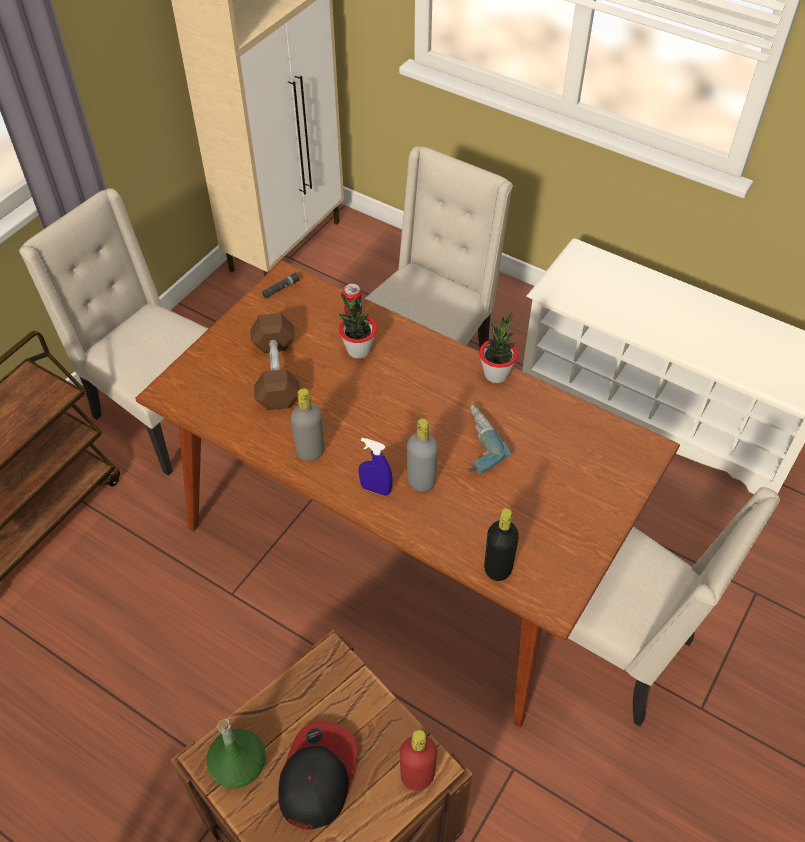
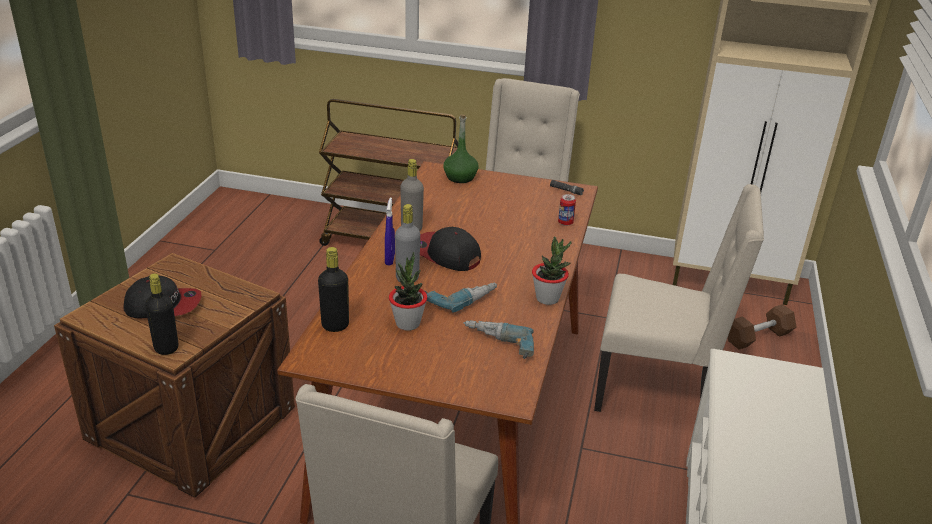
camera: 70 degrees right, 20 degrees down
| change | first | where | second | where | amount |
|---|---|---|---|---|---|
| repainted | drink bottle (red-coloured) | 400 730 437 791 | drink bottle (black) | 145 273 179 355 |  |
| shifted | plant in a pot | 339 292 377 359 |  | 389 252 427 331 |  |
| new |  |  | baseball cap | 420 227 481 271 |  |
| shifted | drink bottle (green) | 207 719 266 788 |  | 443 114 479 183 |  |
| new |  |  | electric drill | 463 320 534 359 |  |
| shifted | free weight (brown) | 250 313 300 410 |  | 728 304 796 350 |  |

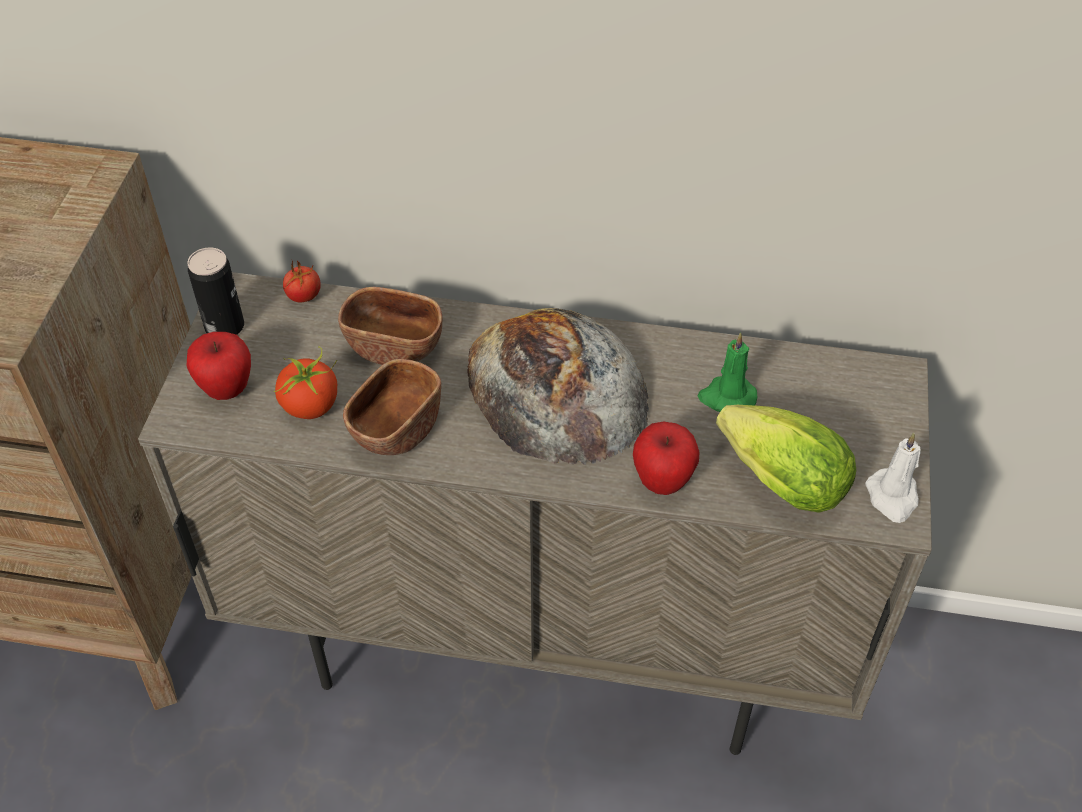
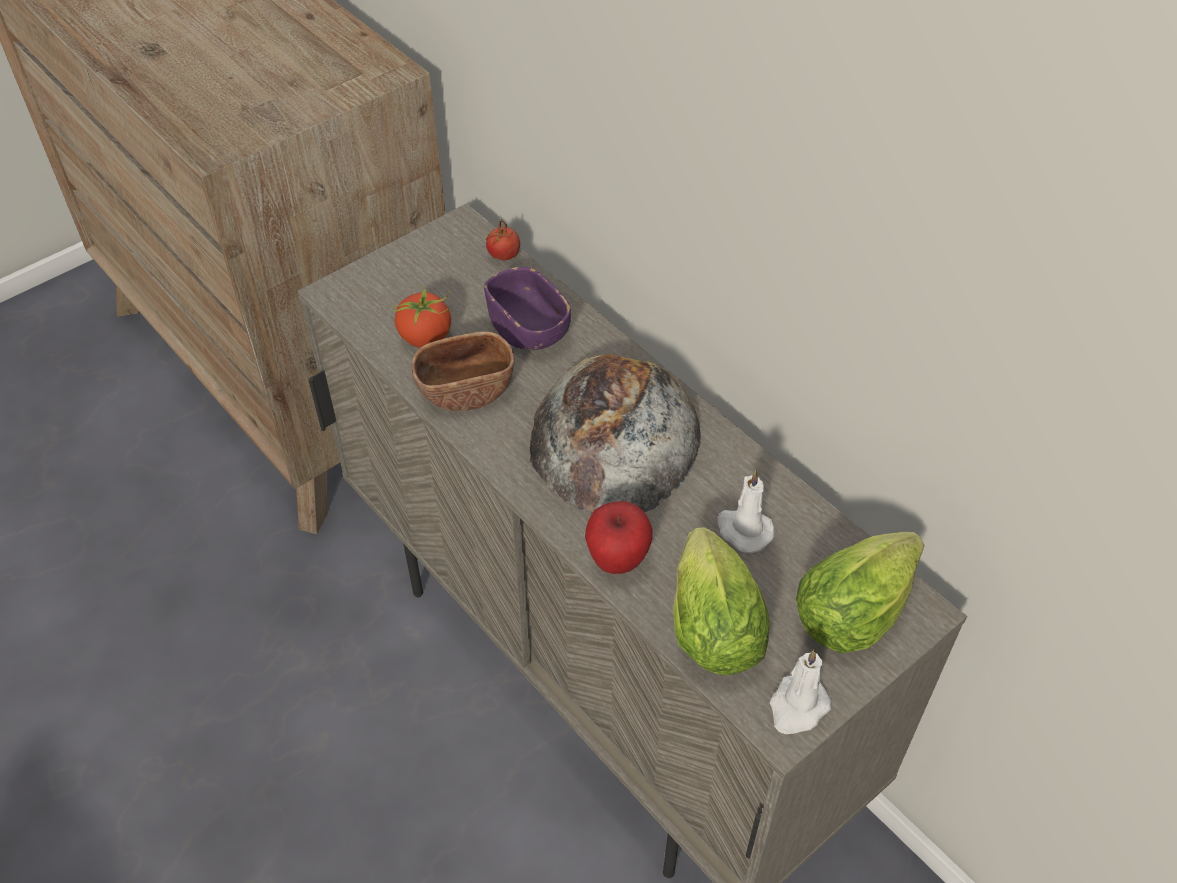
camera: 40 degrees right, 0 degrees up
| change | first | where | second | where | amount |
|---|---|---|---|---|---|
| repainted | serving bowl (brown) | 338 287 442 365 | serving bowl (purple) | 484 267 571 350 |  |
| repainted | candle (green) | 698 332 757 412 | candle (whitish) | 717 470 774 553 |  |
| new |  |  | head of lettuce | 796 532 925 653 |  |
| gone | sealed can | 187 247 244 335 |  |  |  |
| gone | apple fruit | 187 332 251 400 |  |  |  |

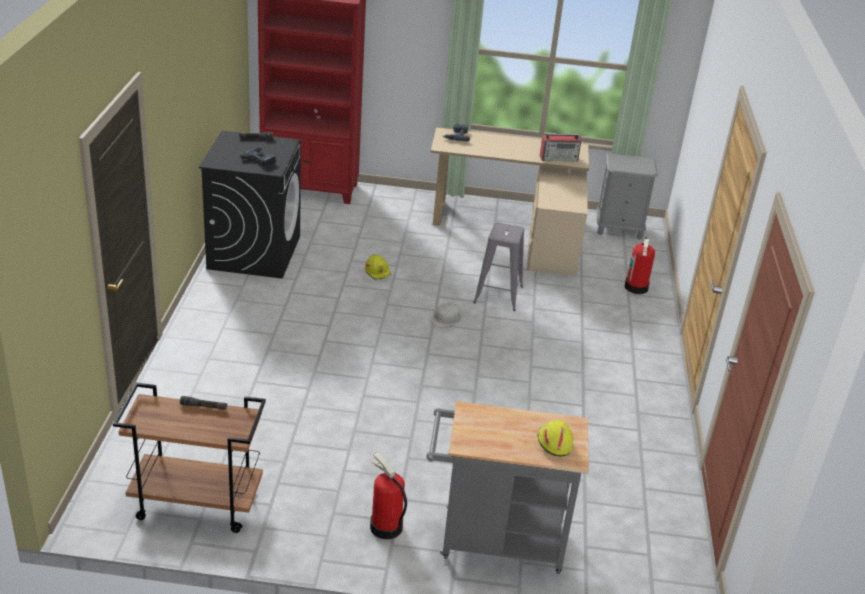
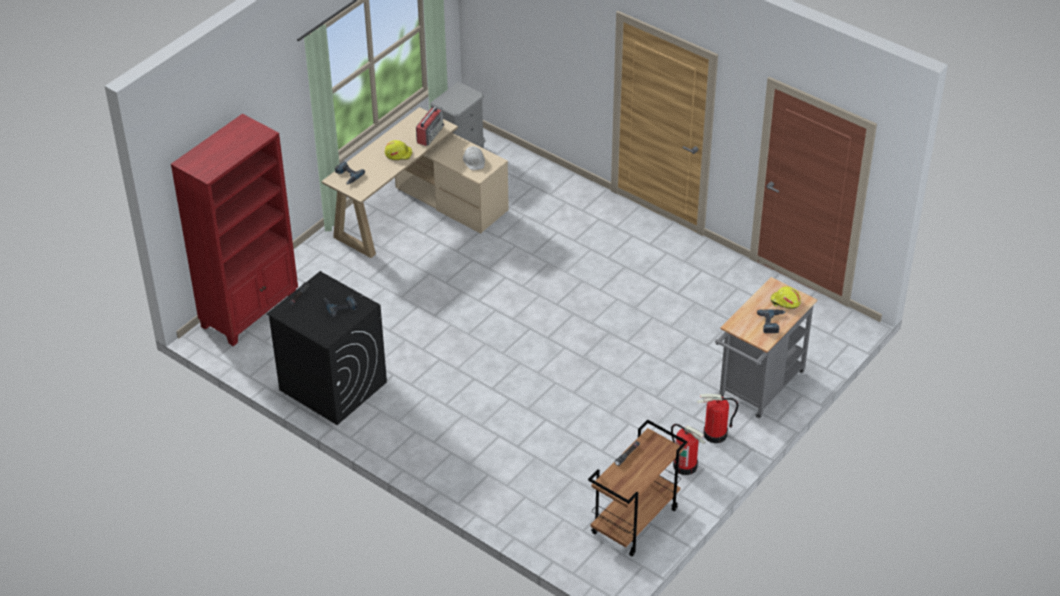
camera: 55 degrees left, 10 degrees up
| change | first | where | second | where | amount |
|---|---|---|---|---|---|
| shifted | hard hat (yellowish) | 365 255 391 280 |  | 385 140 412 160 |  |
| shifted | hard hat (whitish) | 430 302 461 328 |  | 463 146 485 170 |  |
| shifted | fire-fighting cylinder | 624 238 655 294 |  | 671 424 705 475 |  |
| new |  |  | electric drill | 757 309 786 333 |  |
| gone | stool seat (gray) | 473 222 524 311 |  |  |  |

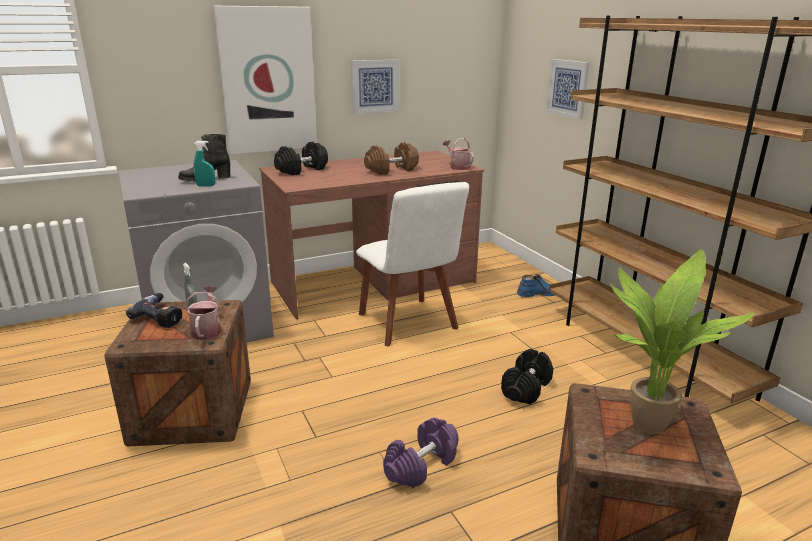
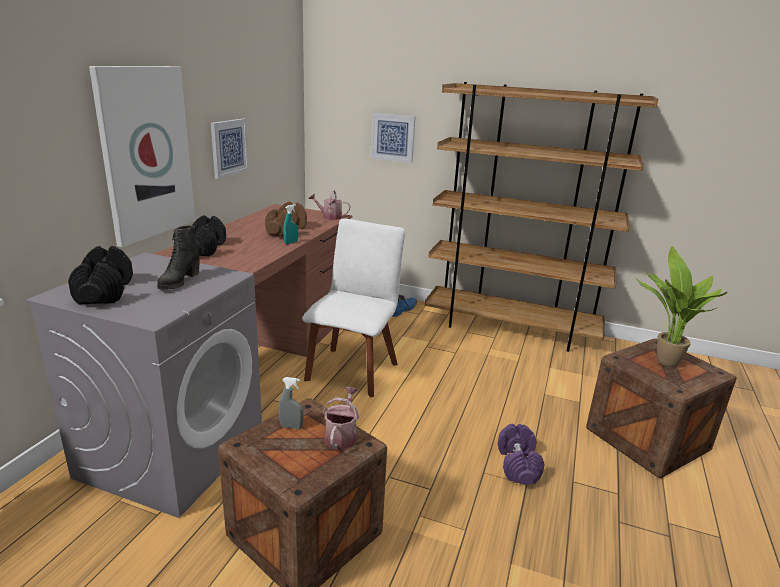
camera: 45 degrees left, 0 degrees up
| change | first | where | second | where | amount |
|---|---|---|---|---|---|
| shifted | free weight (black) | 501 349 553 405 |  | 68 246 133 305 |  |
| shifted | sprayer (blue-green) | 194 141 215 186 |  | 283 204 298 244 |  |
| rotated | upright chair (whitish) | 356 182 469 347 |  | 302 219 405 397 | 90 degrees counterclockwise |
| rotated | watering can | 185 286 222 340 |  | 323 387 359 450 | 60 degrees clockwise |
| gone | electric drill | 126 293 182 328 |  |  |  |

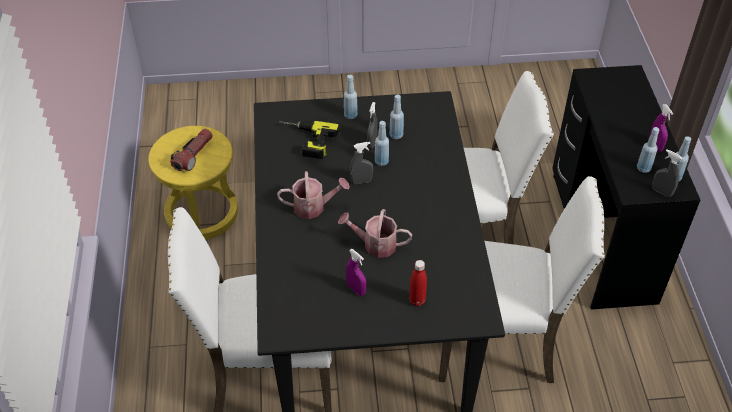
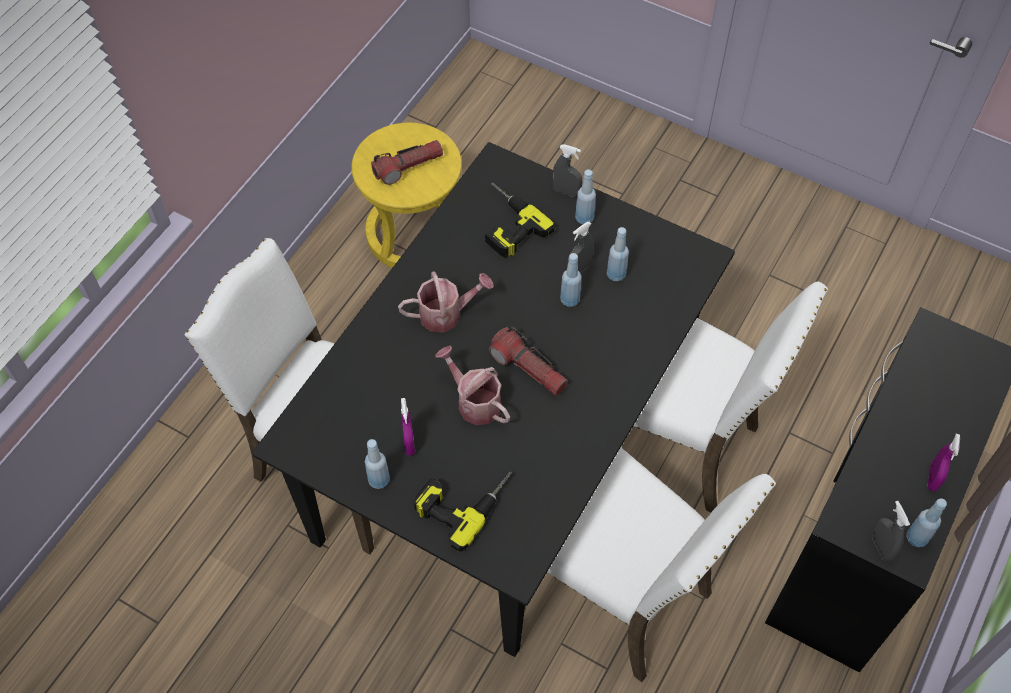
camera: 35 degrees right, 10 degrees up
| change | first | where | second | where | amount |
|---|---|---|---|---|---|
| shifted | drink bottle (bluish) | 637 127 659 173 |  | 365 439 390 489 |  |
| rotated | watering can | 277 171 350 219 |  | 398 271 494 332 | 45 degrees counterclockwise |
| swapped | drink bottle (red-coloured) | 409 260 427 306 | electric drill | 414 472 512 552 |  |
| new |  |  | flashlight | 489 326 568 396 |  |
| shifted | sprayer (gray) | 350 142 373 184 |  | 552 144 582 197 |  |

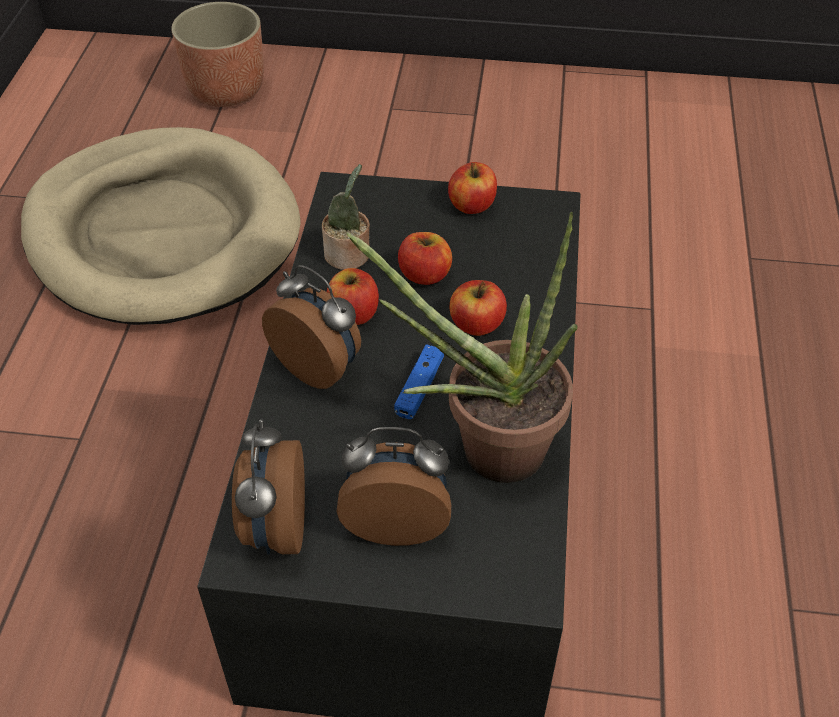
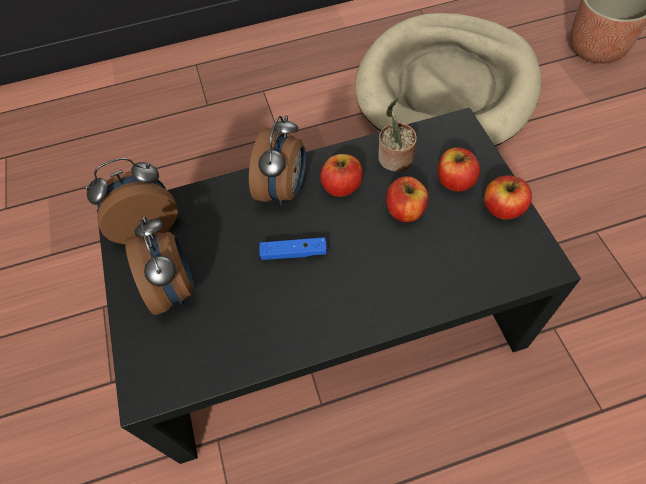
camera: 70 degrees right, 10 degrees up
| change | first | where | second | where | amount |
|---|---|---|---|---|---|
| shifted | apple fruit | 450 280 507 336 |  | 438 147 480 192 |  |
| gone | plant in a pot | 346 212 578 483 |  |  |  |

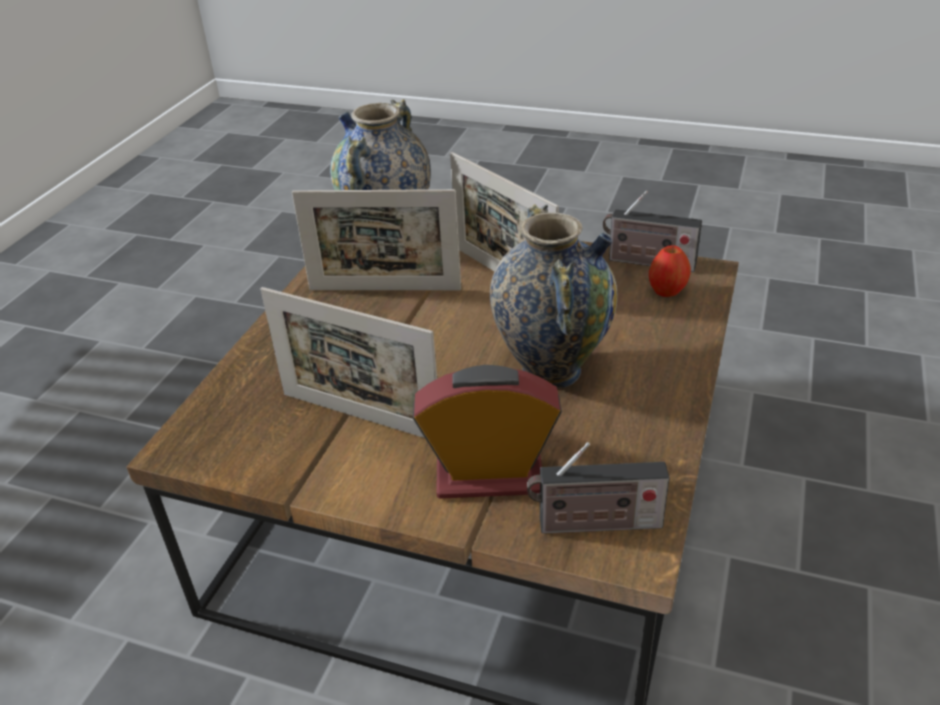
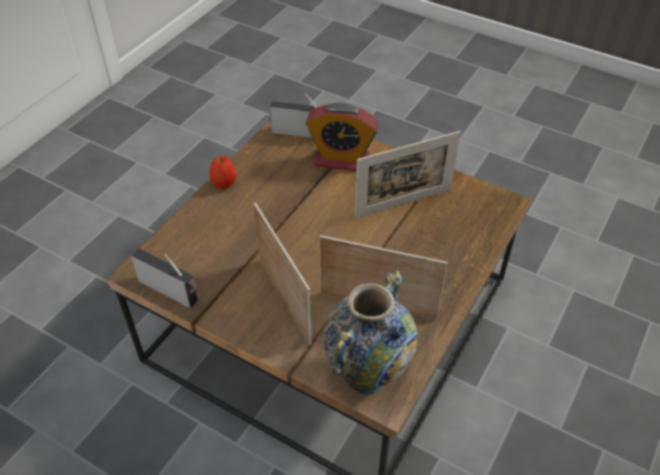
camera: 170 degrees left, 10 degrees up
| change | first | where | second | where | amount |
|---|---|---|---|---|---|
| shifted | apple fruit | 649 245 691 297 |  | 209 156 237 189 |  |
| rotated | standing frame | 260 287 437 438 |  | 355 131 461 218 | 120 degrees clockwise |
| gone | flower vase | 490 204 618 388 |  |  |  |

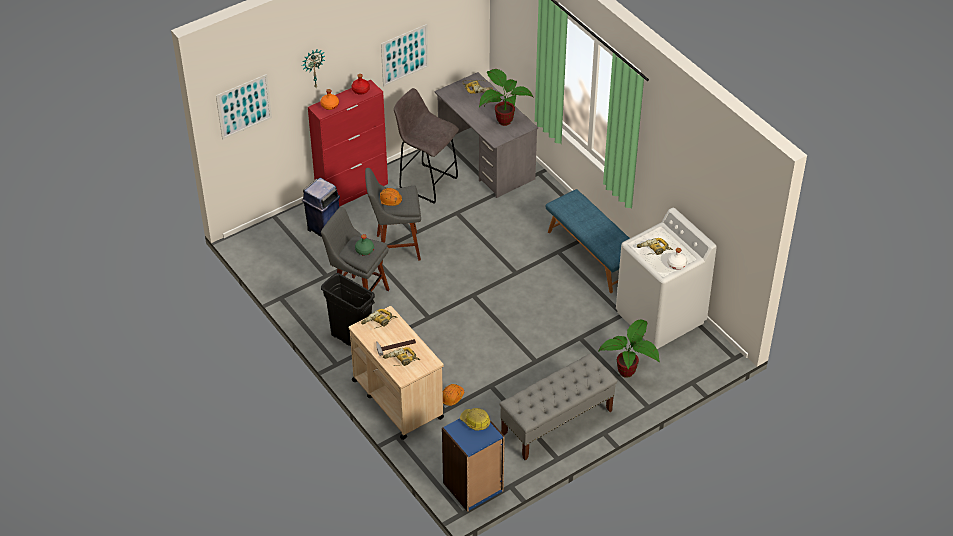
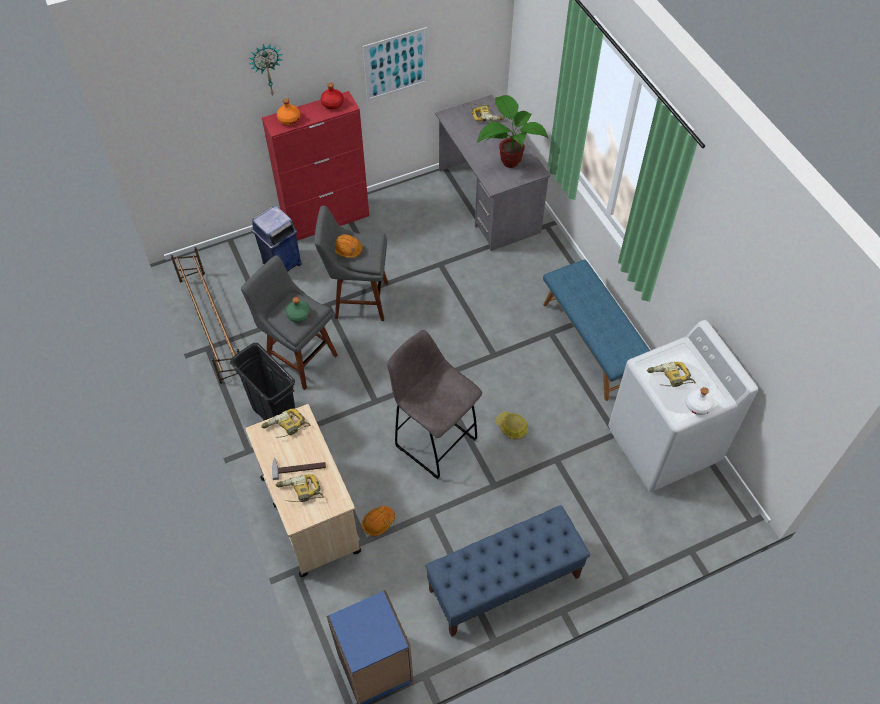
camera: 10 degrees right, 10 degrees up
| change | first | where | second | where | amount |
|---|---|---|---|---|---|
| new |  |  | shoe stand (brown) | 171 247 240 384 |  |
| shifted | stool seat (gray) | 394 88 459 204 |  | 387 330 482 479 |  |
| repainted | bench (gray) | 499 353 617 460 | bench (bluish) | 425 505 590 637 |  |
| shifted | hard hat | 460 408 490 431 |  | 495 411 528 439 |  |
| gone | wall picture | 216 74 272 139 |  |  |  |
| gone | plant in a pot | 599 319 660 378 |  |  |  |

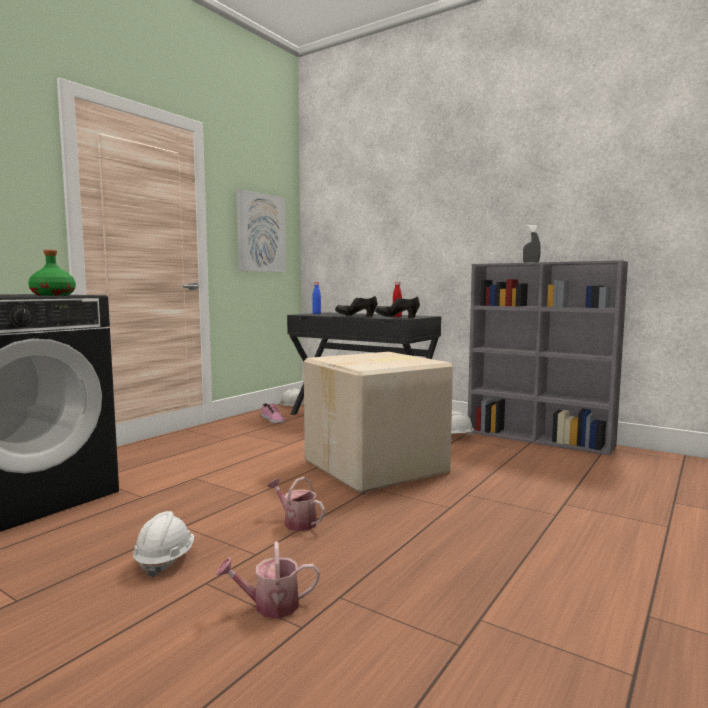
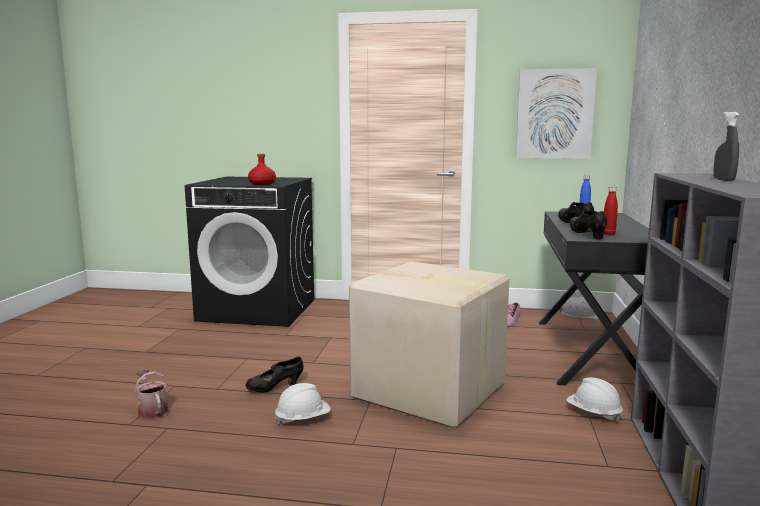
camera: 65 degrees right, 5 degrees up
| change | first | where | second | where | amount |
|---|---|---|---|---|---|
| swapped | watering can | 268 477 325 531 | item of footwear (black) | 245 357 304 392 |  |
| repainted | drink bottle (green) | 28 250 76 295 | drink bottle (red-coloured) | 248 154 276 185 |  |
| shifted | hard hat (whitish) | 133 511 194 578 |  | 275 383 331 425 |  |

